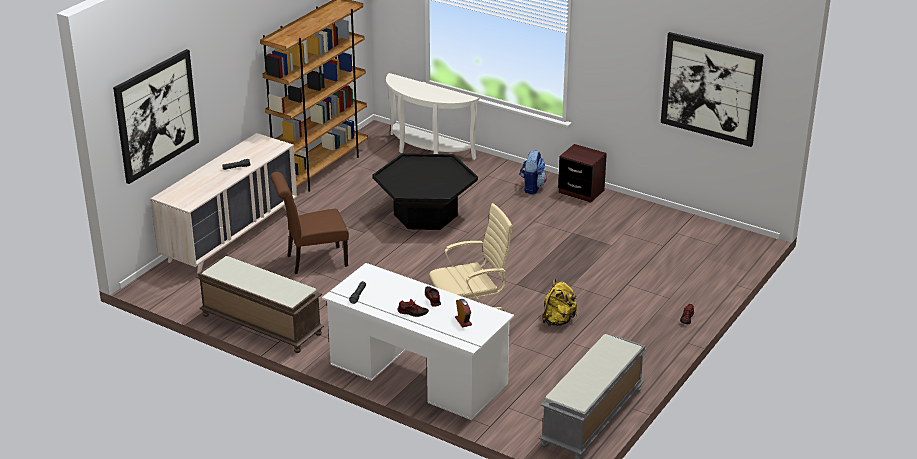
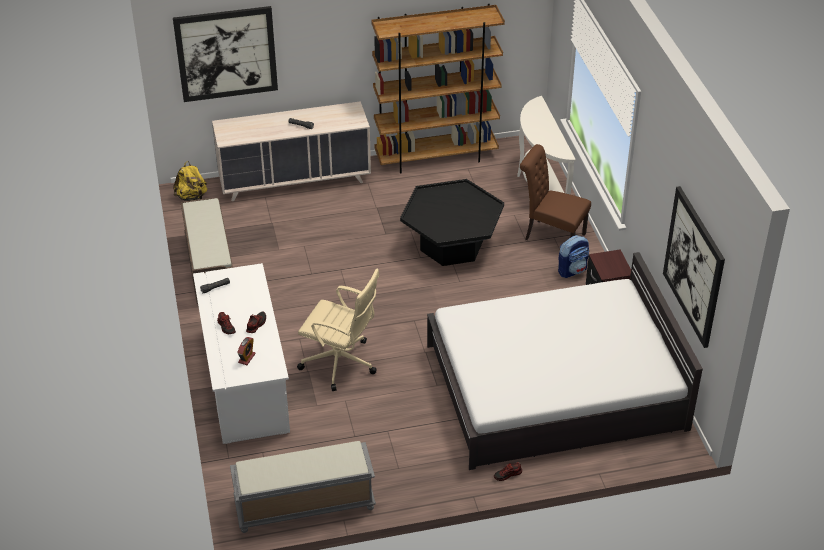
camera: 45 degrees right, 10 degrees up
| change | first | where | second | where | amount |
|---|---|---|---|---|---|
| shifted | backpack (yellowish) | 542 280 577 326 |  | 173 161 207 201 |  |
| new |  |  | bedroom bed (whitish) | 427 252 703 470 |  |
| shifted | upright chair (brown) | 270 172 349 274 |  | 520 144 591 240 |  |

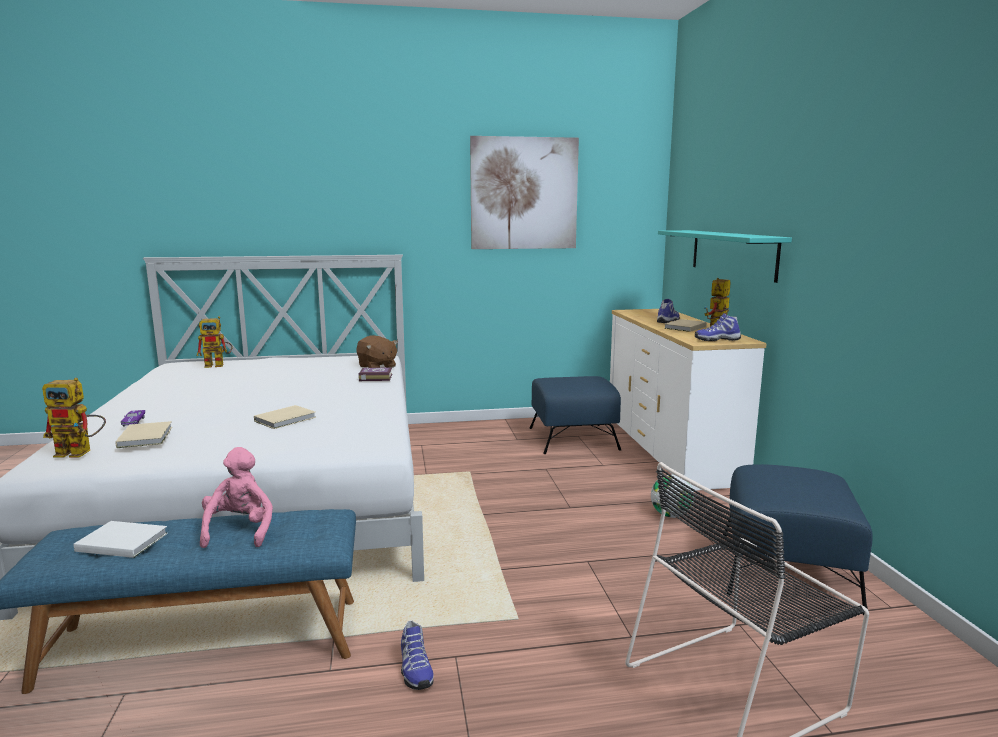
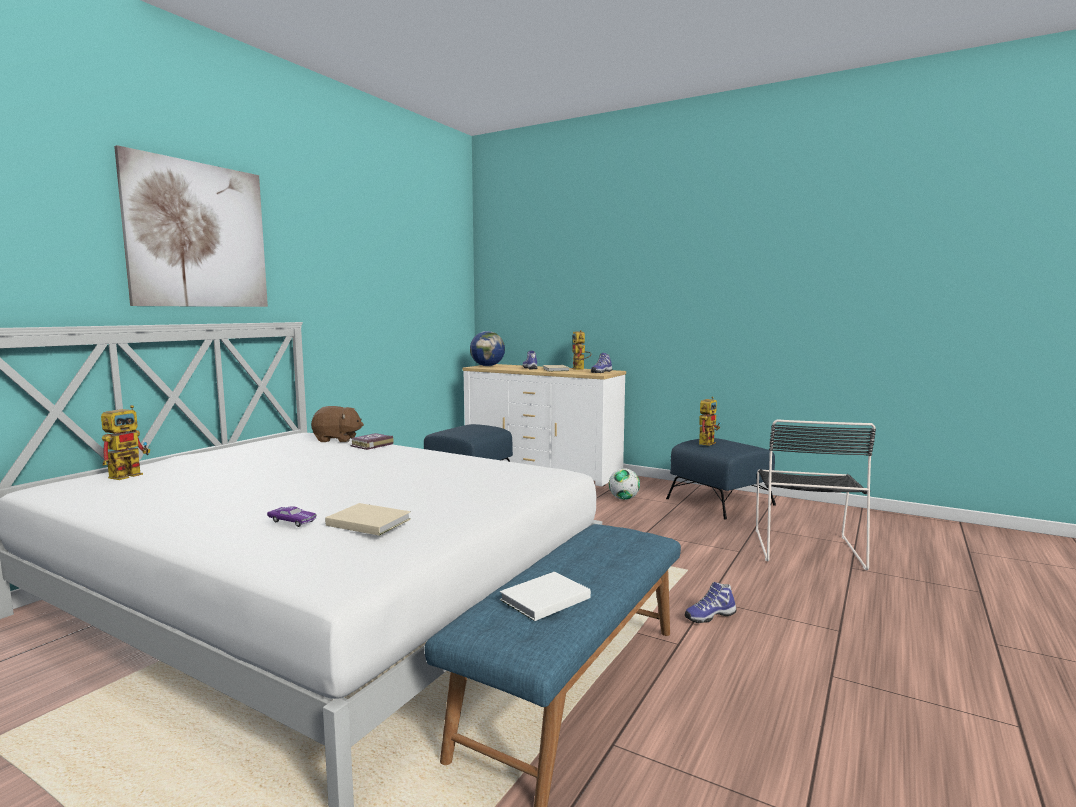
camera: 50 degrees left, 5 degrees down
| change | first | where | second | where | amount |
|---|---|---|---|---|---|
| shifted | wall picture | 470 136 579 249 |  | 114 145 268 307 |  |
| new |  |  | globe | 470 331 505 366 |  |
| rotated | item of footwear | 401 620 434 690 |  | 685 582 737 623 | 135 degrees clockwise |
| shifted | robot figure | 42 378 106 457 |  | 699 397 721 446 |  |
| gone | cuddly toy (pink-coloured) | 200 447 273 548 |  |  |  |
| gone | book (beige-coloured) | 254 405 316 429 |  |  |  |
| gone | wall shelf (blue-green) | 658 230 792 283 |  |  |  |

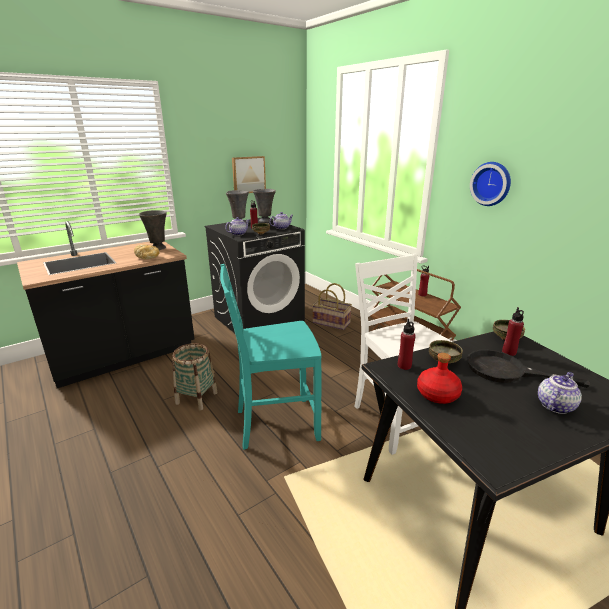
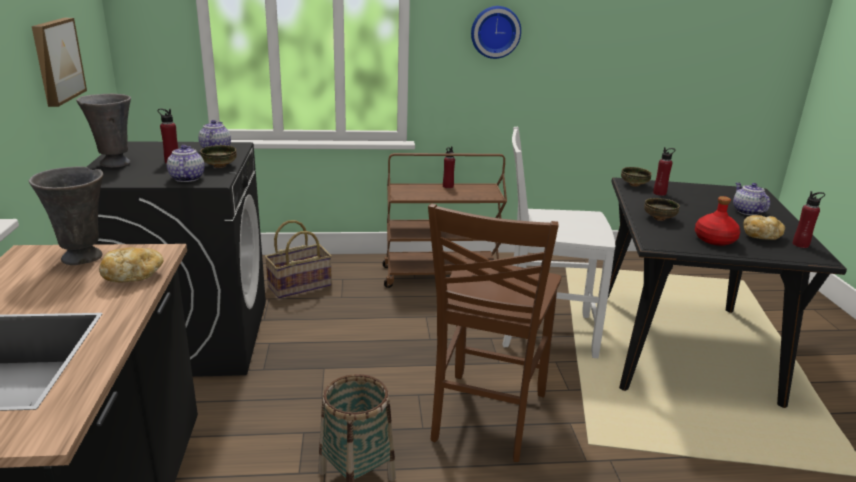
camera: 60 degrees left, 0 degrees up
| change | first | where | second | where | amount |
|---|---|---|---|---|---|
| repainted | upright chair (blue-green) | 220 264 321 450 | upright chair (brown) | 428 203 561 462 |  |
| new |  |  | bakery bread | 743 215 785 240 |  |
| shifted | drink bottle (red-coloured) | 398 319 416 370 |  | 792 191 825 248 |  |
| gone | flower vase (gray) | 253 189 276 222 |  |  |  |
| gone | pan (black) | 467 350 590 388 |  |  |  |

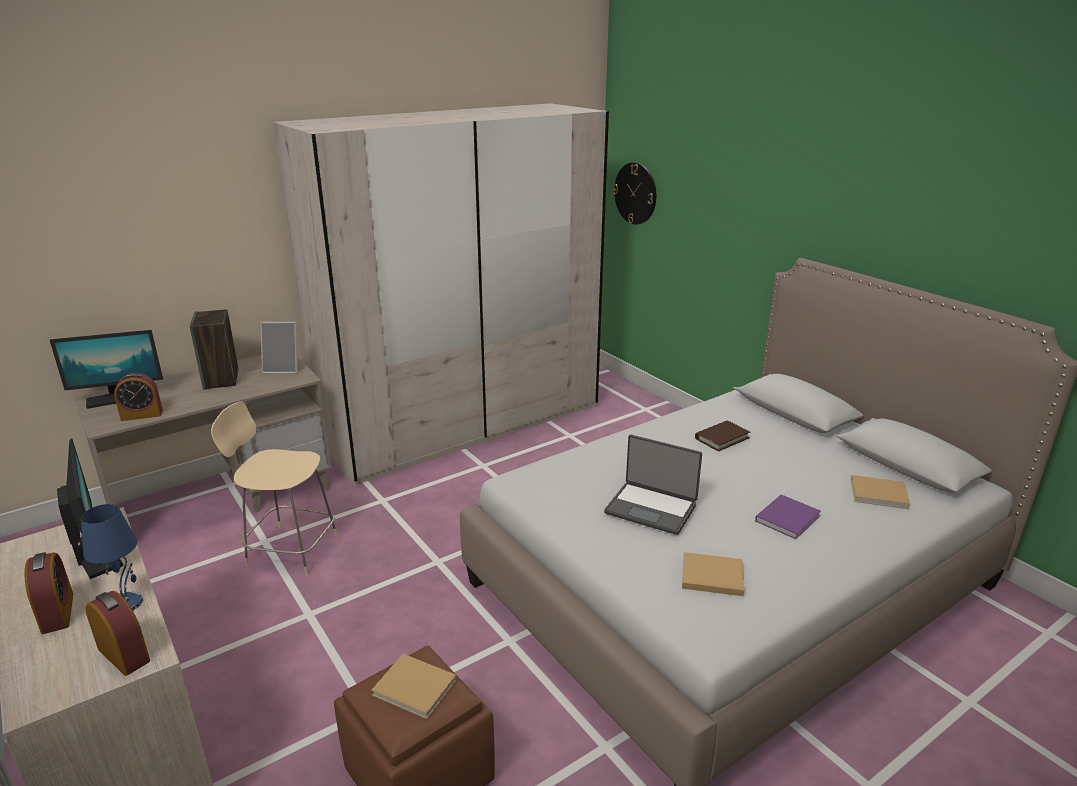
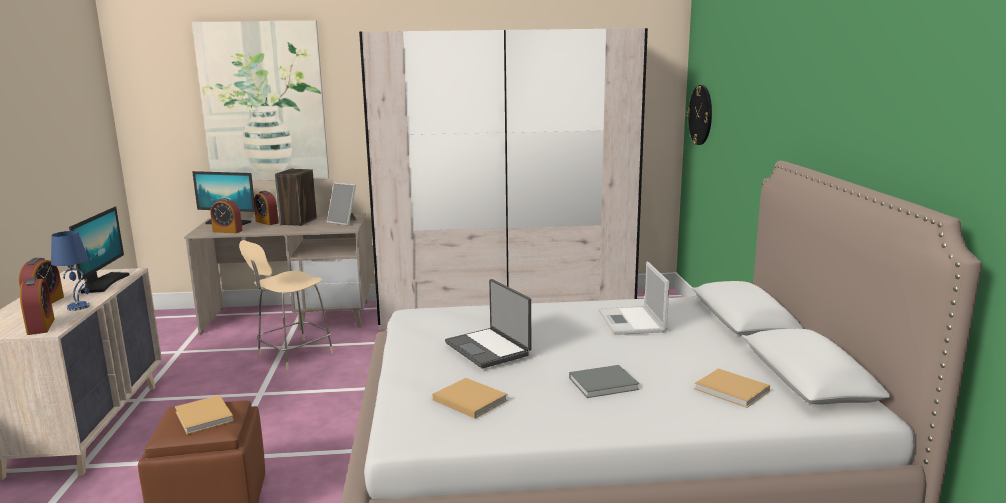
camera: 30 degrees right, 10 degrees down
| change | first | where | second | where | amount |
|---|---|---|---|---|---|
| new |  |  | wall picture | 192 20 329 181 |  |
| rotated | upright chair (beige-coloured) | 211 402 338 575 |  | 239 240 334 370 | 90 degrees counterclockwise |
| new |  |  | alarm clock | 254 191 279 225 |  |
| repainted | book (purple) | 755 494 821 539 | book (gray) | 569 365 639 398 |  |
| swapped | book (brown) | 695 420 750 451 | portable computer | 598 262 669 335 |  |

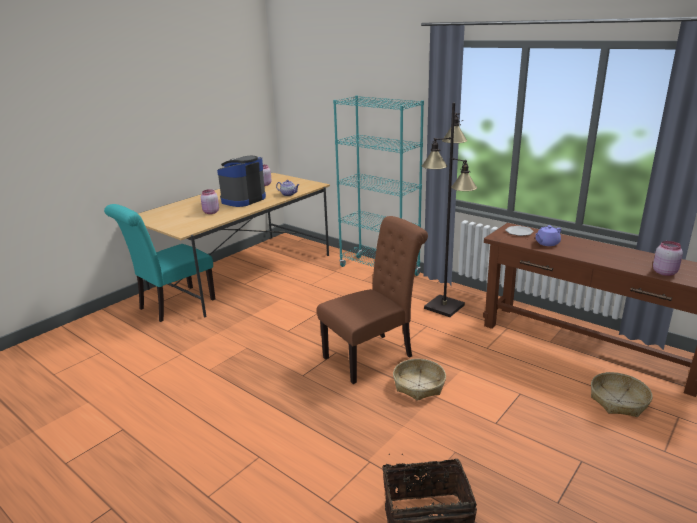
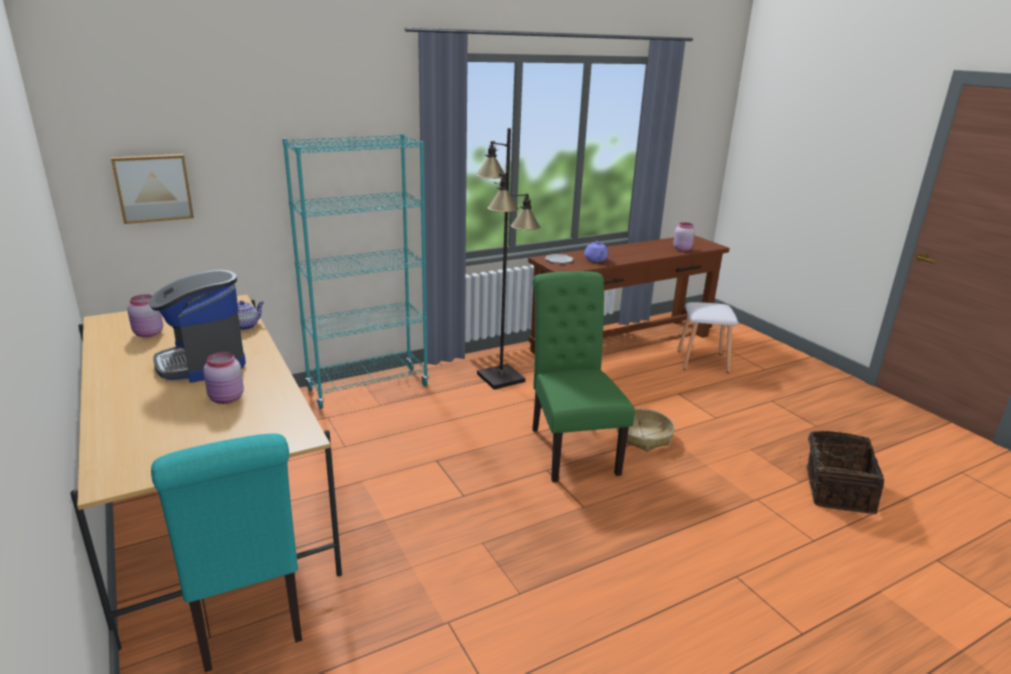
camera: 70 degrees left, 0 degrees up
| change | first | where | second | where | amount |
|---|---|---|---|---|---|
| new |  |  | wall picture | 111 154 194 224 |  |
| repainted | upright chair (brown) | 317 216 428 384 | upright chair (green) | 532 271 635 482 |  |
| swapped | household basket | 591 372 653 417 | stool seat (whitish) | 677 302 738 373 |  |

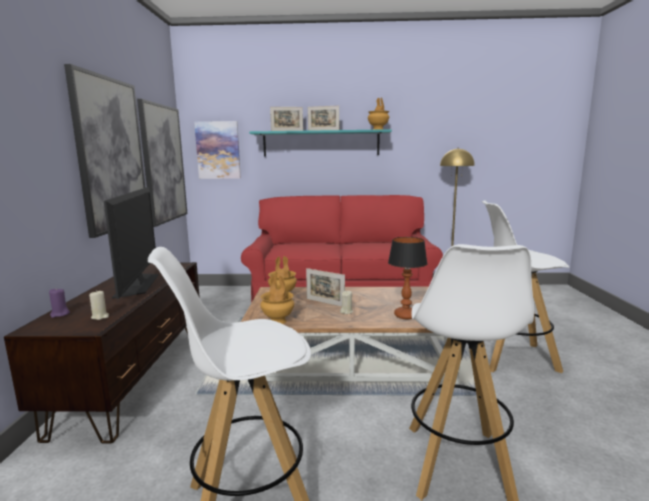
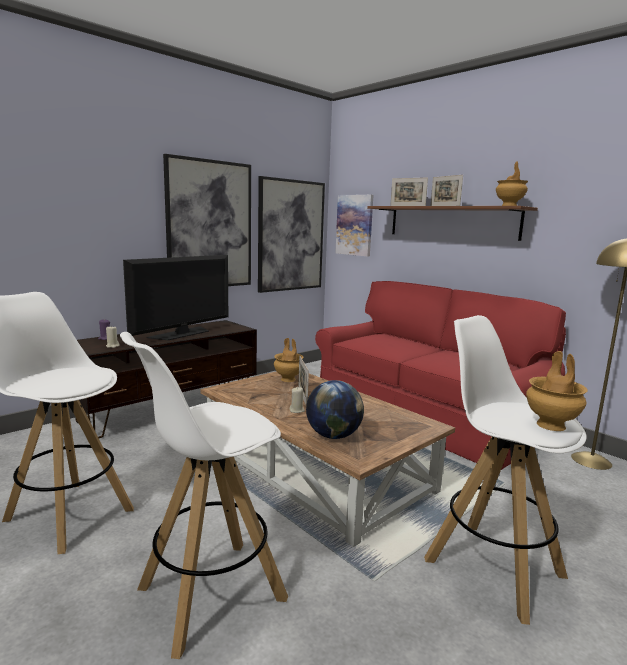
camera: 45 degrees right, 0 degrees up
| change | first | where | second | where | amount |
|---|---|---|---|---|---|
| swapped | table lamp | 388 237 428 319 | globe | 306 380 364 439 |  |
| repainted | wall shelf (blue-green) | 249 129 392 156 | wall shelf (brown) | 367 206 538 241 |  |
| shifted | flower vase (brown) | 260 275 294 324 |  | 526 351 588 431 |  |

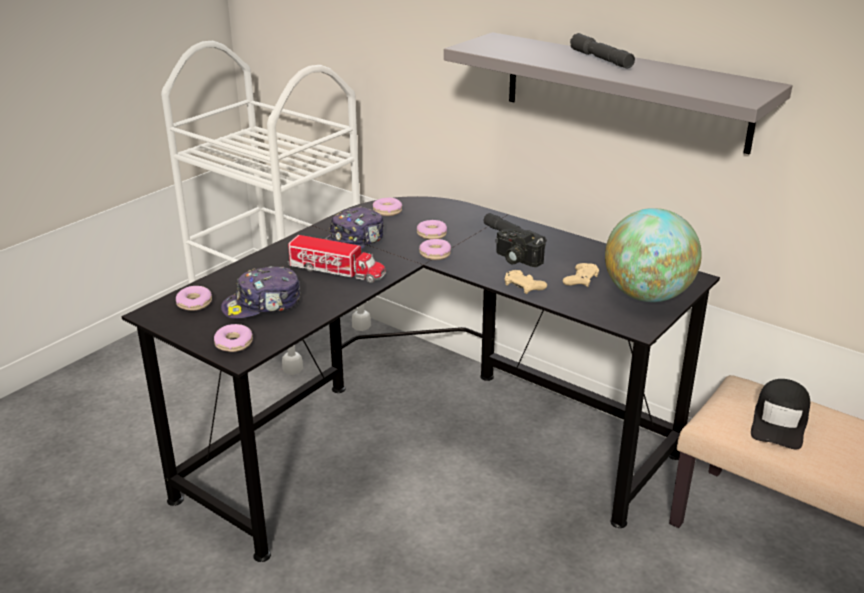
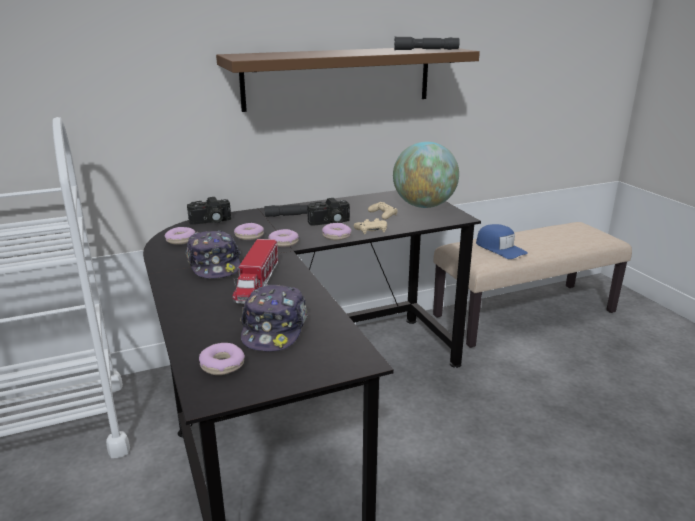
camera: 60 degrees left, 5 degrees down
| change | first | where | second | where | amount |
|---|---|---|---|---|---|
| new |  |  | photo camera | 187 197 231 225 |  |
| repainted | wall shelf (gray) | 444 32 792 155 | wall shelf (brown) | 216 48 480 112 |  |
| rotated | model truck | 288 235 386 283 |  | 232 239 278 304 | 135 degrees clockwise |
| shifted | ring doughnut | 214 324 253 352 |  | 322 223 351 240 |  |
| shifted | flashlight (gray) | 570 33 635 69 |  | 394 37 460 50 |  |
| repainted | baseball cap (black) | 751 379 810 450 | baseball cap (bluish) | 476 224 528 259 |  |

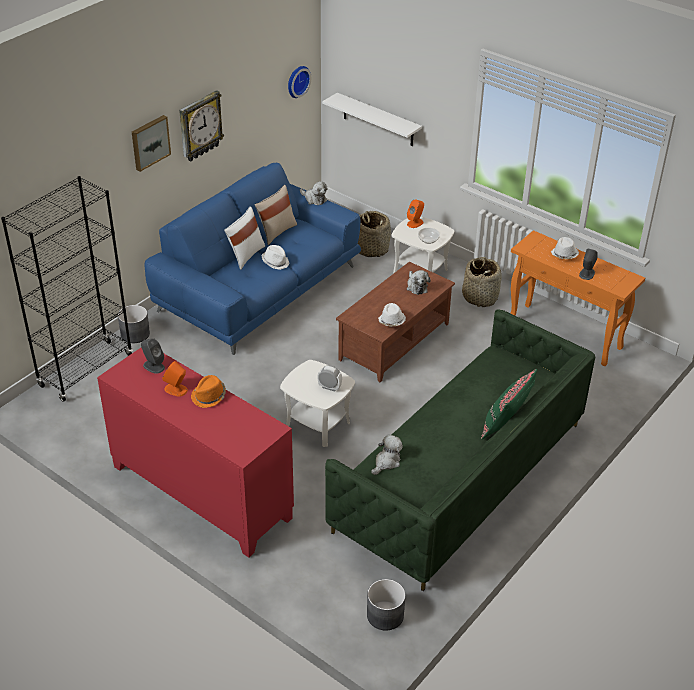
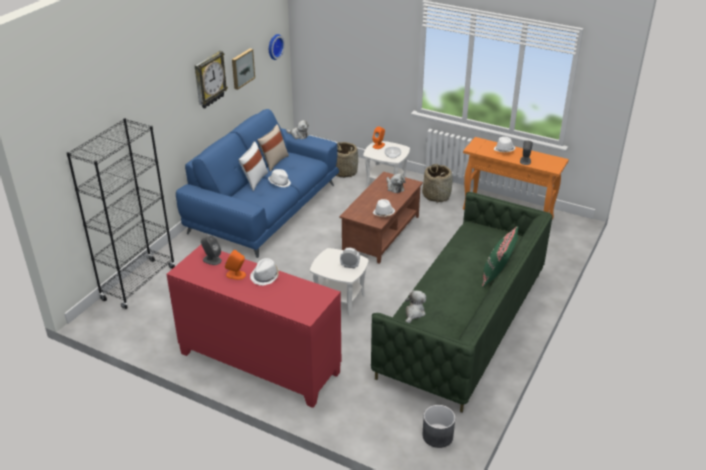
camera: 10 degrees left, 5 degrees down
| change | first | where | second | where | amount |
|---|---|---|---|---|---|
| shifted | wall picture | 132 115 171 172 |  | 232 48 255 90 |  |
| repainted | clothing hat (orangey) | 191 375 226 408 | clothing hat (whitish) | 250 258 279 286 |  |
| gone | flower pot (gray) | 118 305 150 343 |  |  |  |
| gone | wall shelf (whitish) | 322 93 422 146 |  |  |  |

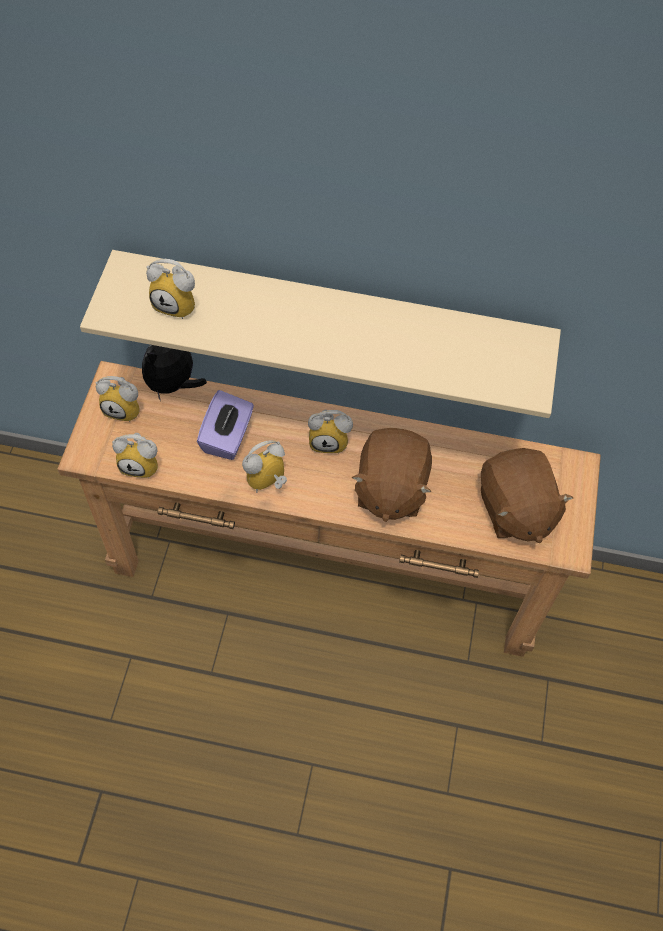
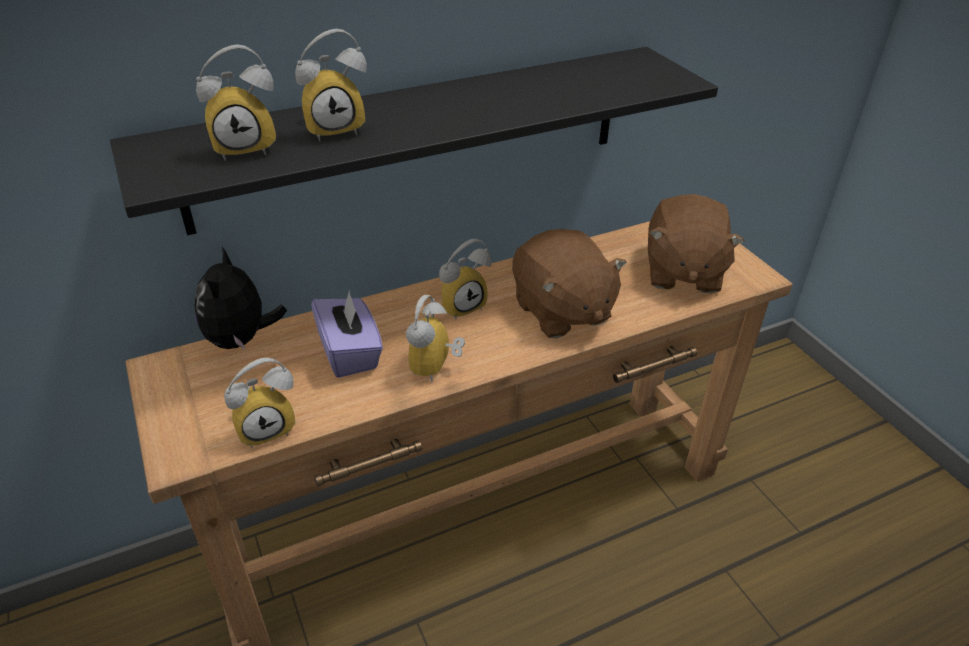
camera: 35 degrees left, 20 degrees down
| change | first | where | second | where | amount |
|---|---|---|---|---|---|
| repainted | wall shelf (beige-coloured) | 80 250 561 418 | wall shelf (black) | 110 47 718 235 |  |
| shifted | alarm clock | 96 376 140 422 |  | 295 29 367 141 |  |
| rotated | cuddly toy (brown) | 481 448 573 543 |  | 648 194 744 294 | 60 degrees clockwise |

